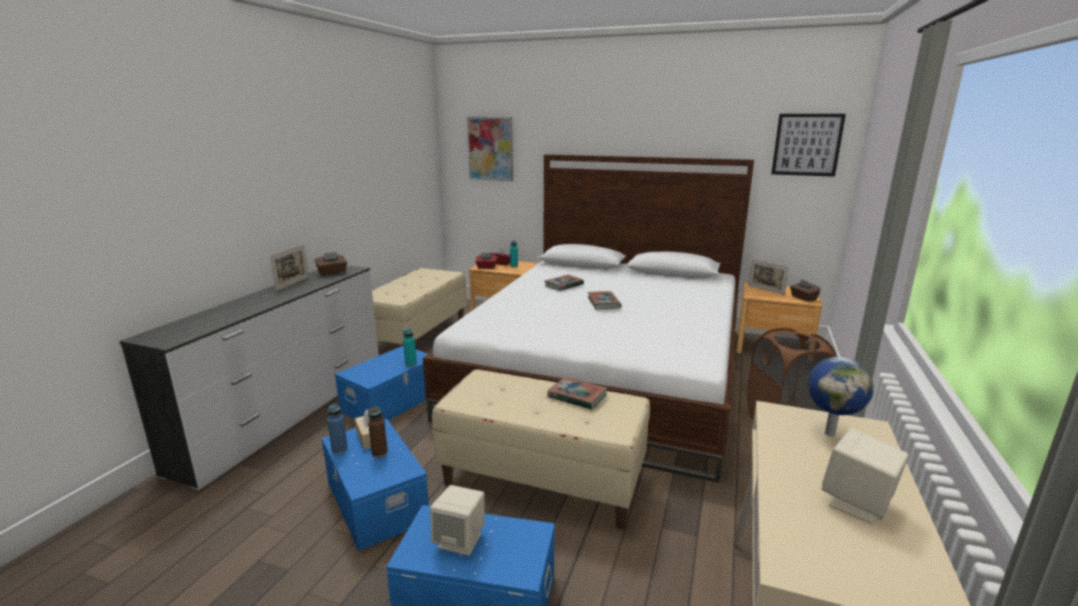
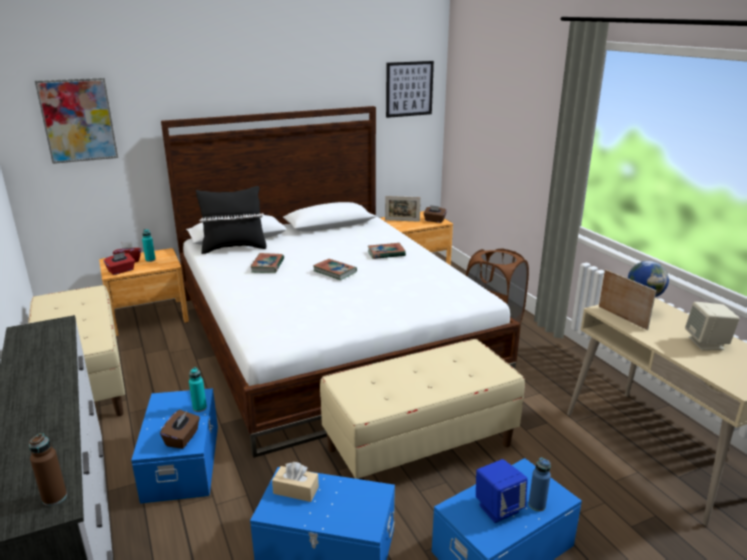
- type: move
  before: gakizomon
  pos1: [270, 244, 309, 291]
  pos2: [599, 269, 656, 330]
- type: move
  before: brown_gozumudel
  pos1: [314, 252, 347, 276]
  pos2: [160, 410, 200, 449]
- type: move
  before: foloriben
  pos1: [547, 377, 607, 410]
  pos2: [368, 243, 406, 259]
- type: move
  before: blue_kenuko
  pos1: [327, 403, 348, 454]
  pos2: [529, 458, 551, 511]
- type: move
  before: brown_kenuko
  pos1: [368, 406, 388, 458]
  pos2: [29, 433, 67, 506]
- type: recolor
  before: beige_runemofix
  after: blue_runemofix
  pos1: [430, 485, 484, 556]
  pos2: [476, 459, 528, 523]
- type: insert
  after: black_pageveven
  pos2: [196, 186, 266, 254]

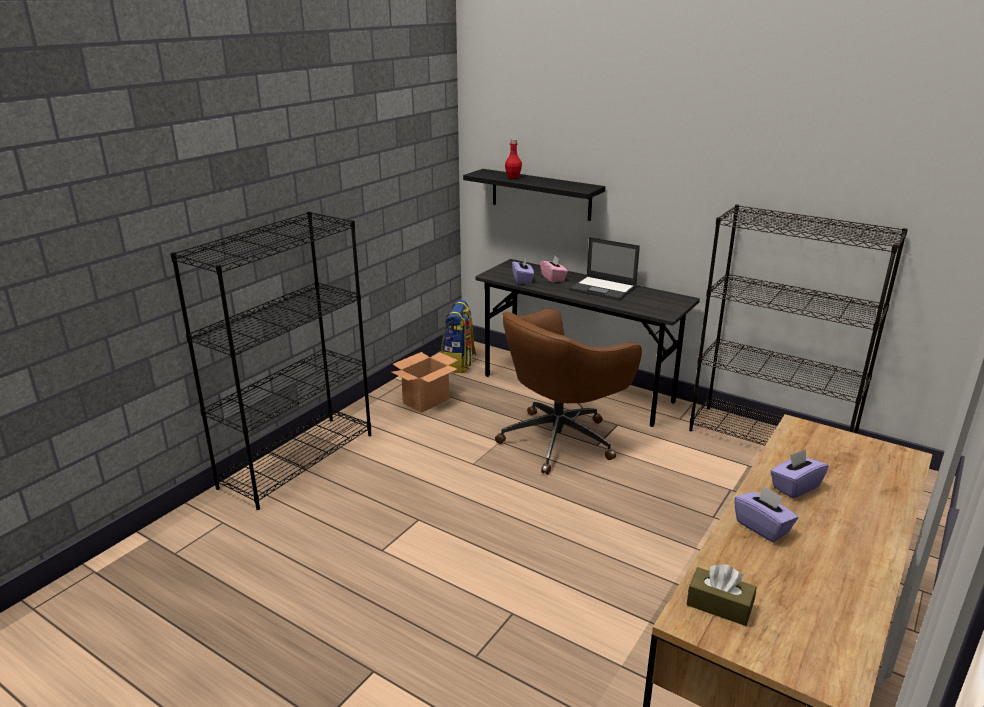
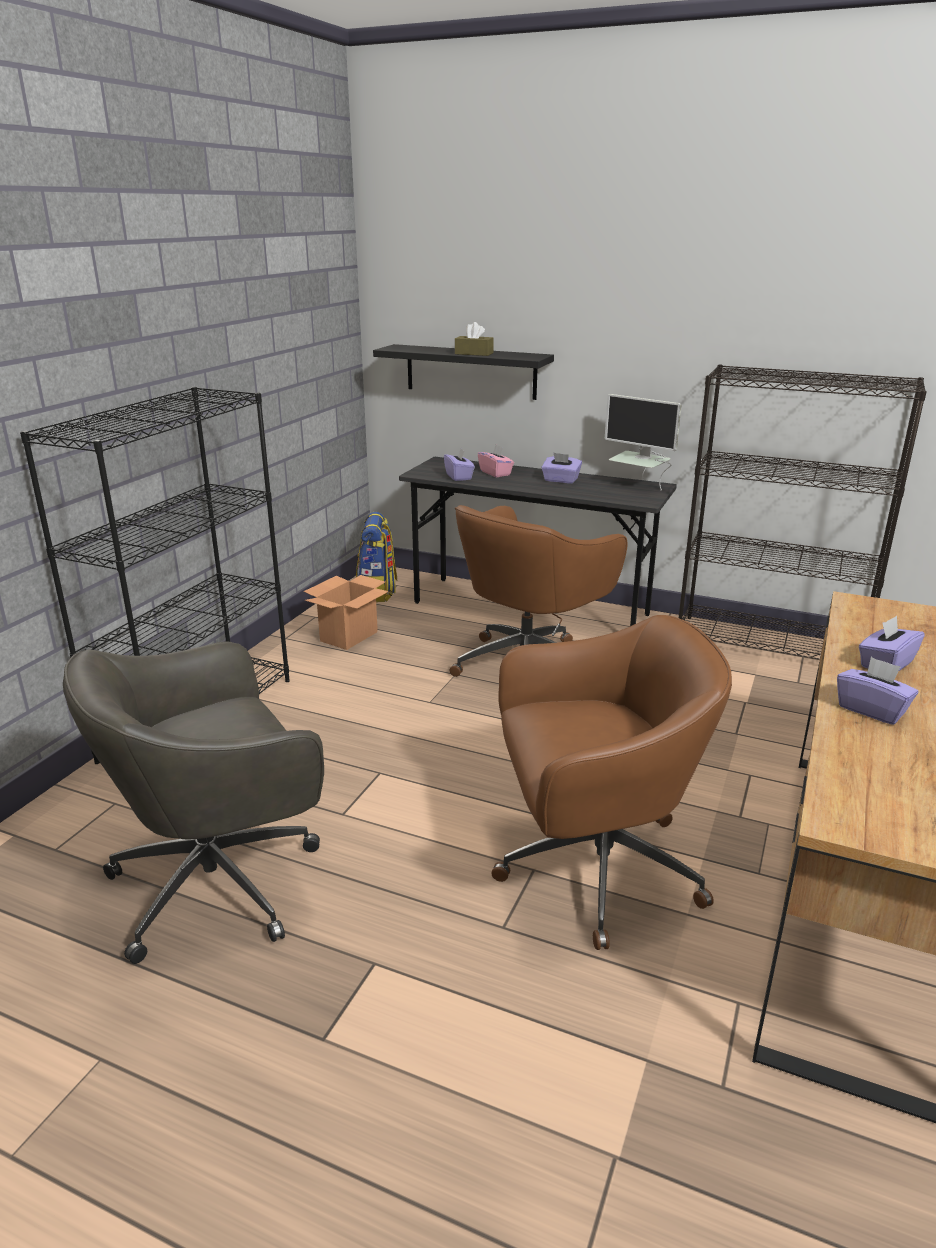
- type: delete
  before: red_kenuko
  pos1: [505, 139, 522, 179]
- type: replace
  before: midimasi
  after: purple_gozumudel
  pos1: [569, 237, 640, 301]
  pos2: [541, 453, 582, 484]
- type: move
  before: brown_gozumudel
  pos1: [686, 564, 757, 626]
  pos2: [455, 322, 494, 356]
- type: insert
  after: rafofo
  pos2: [605, 394, 681, 490]
- type: insert
  after: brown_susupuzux
  pos2: [491, 615, 732, 950]
- type: insert
  after: grey_susupuzux
  pos2: [63, 642, 324, 964]

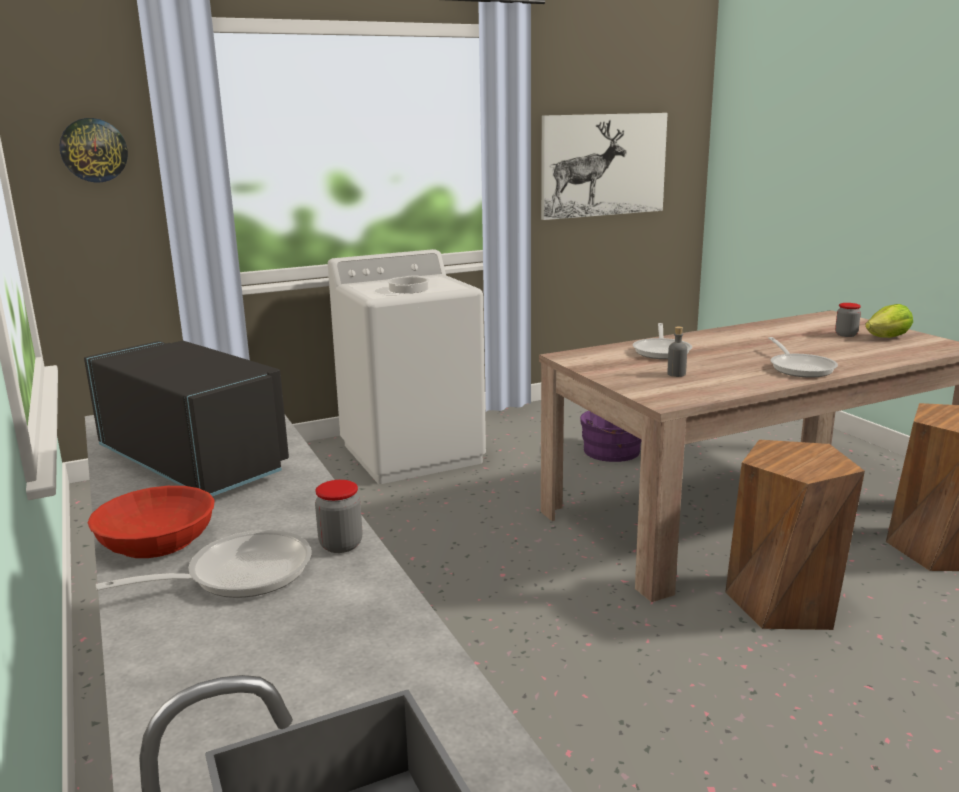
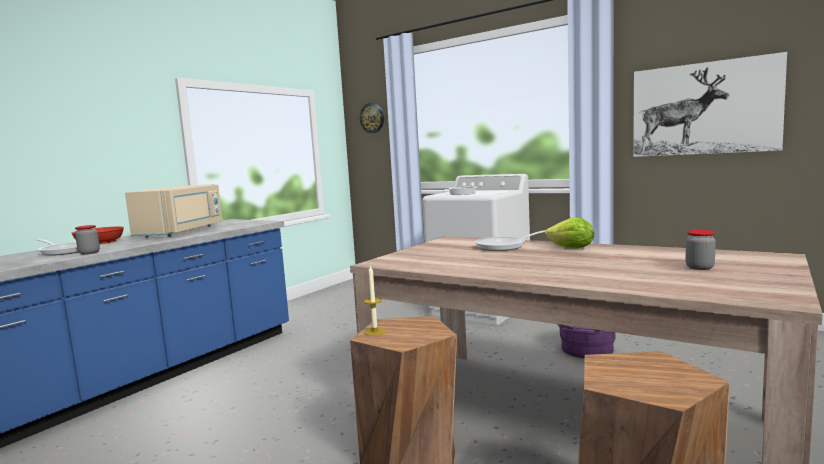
- type: move
  before: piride
  pos1: [865, 304, 913, 338]
  pos2: [545, 218, 594, 248]
- type: delete
  before: grey_kenuko
  pos1: [668, 326, 687, 377]
- type: delete
  before: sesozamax
  pos1: [768, 337, 838, 378]
- type: recolor
  before: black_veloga
  after: beige_veloga
  pos1: [84, 341, 289, 496]
  pos2: [125, 184, 222, 238]
- type: insert
  after: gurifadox
  pos2: [364, 266, 386, 336]

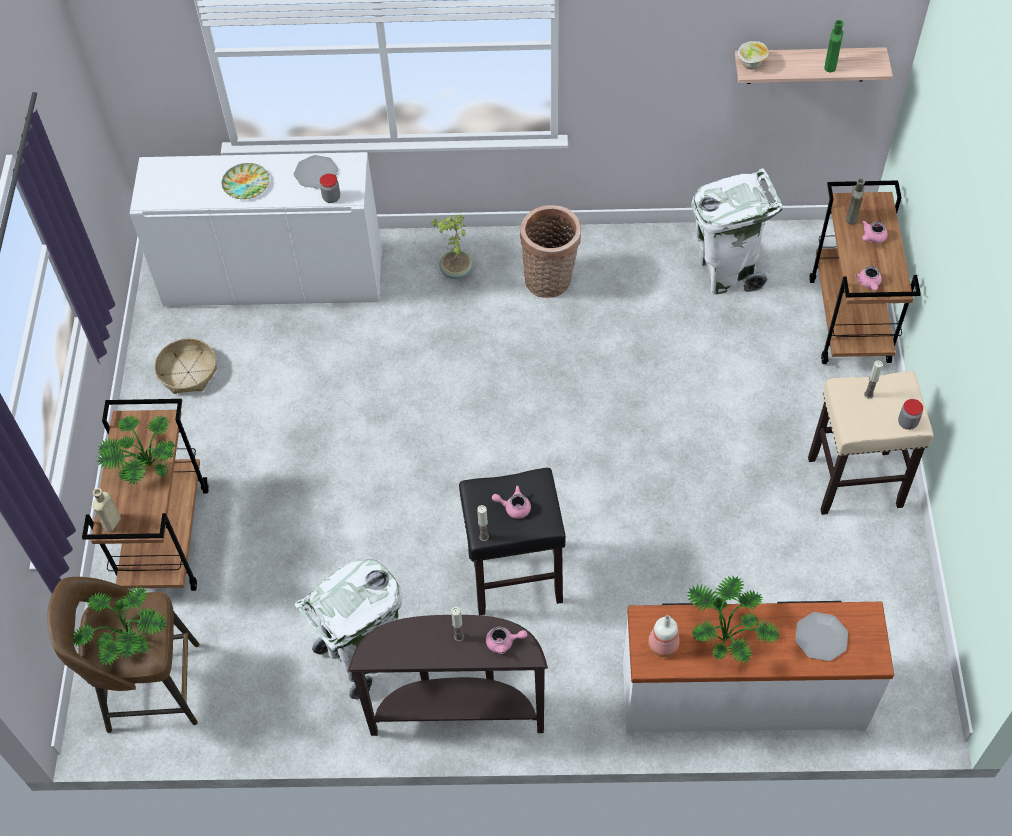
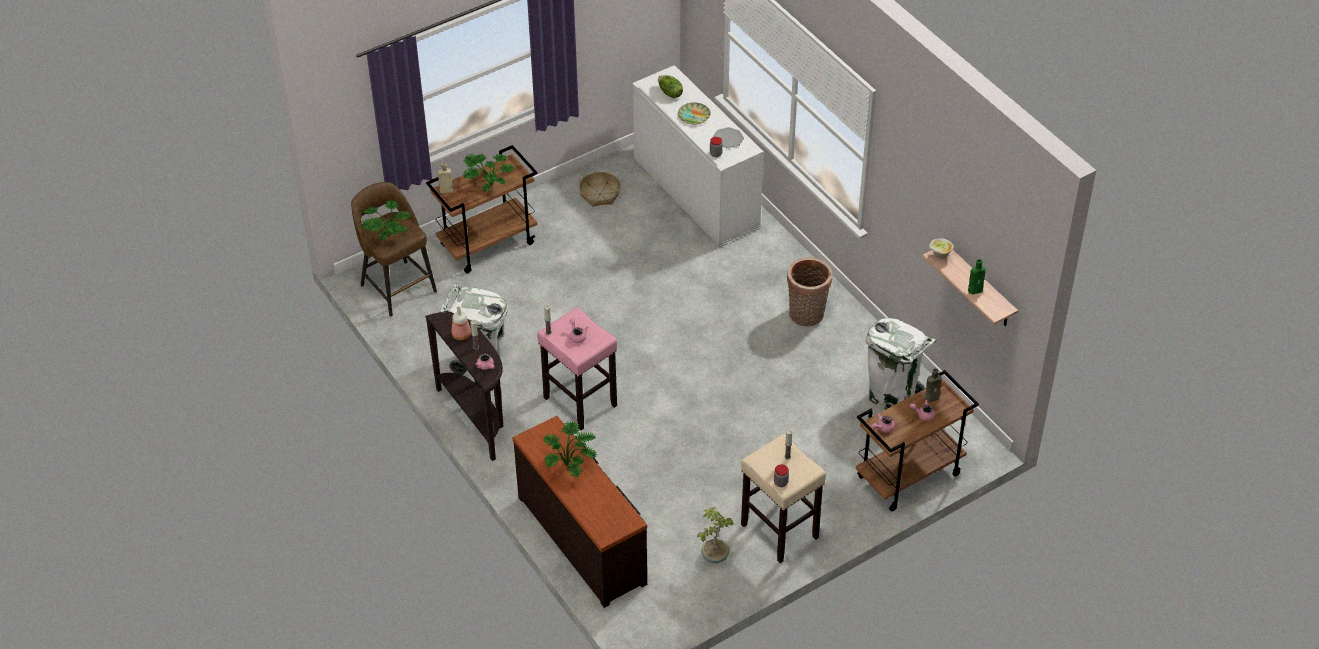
- type: move
  before: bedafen
  pos1: [431, 214, 473, 279]
  pos2: [697, 507, 734, 563]
- type: recolor
  before: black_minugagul
  after: pink_minugagul
  pos1: [459, 468, 566, 615]
  pos2: [537, 307, 617, 430]
- type: recolor
  before: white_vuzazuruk
  after: brown_vuzazuruk
  pos1: [623, 601, 894, 735]
  pos2: [513, 416, 647, 608]
- type: delete
  before: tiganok
  pos1: [795, 612, 848, 661]
- type: move
  before: kenuko
  pos1: [648, 615, 680, 657]
  pos2: [452, 306, 471, 340]
- type: insert
  after: piride
  pos2: [658, 75, 683, 98]

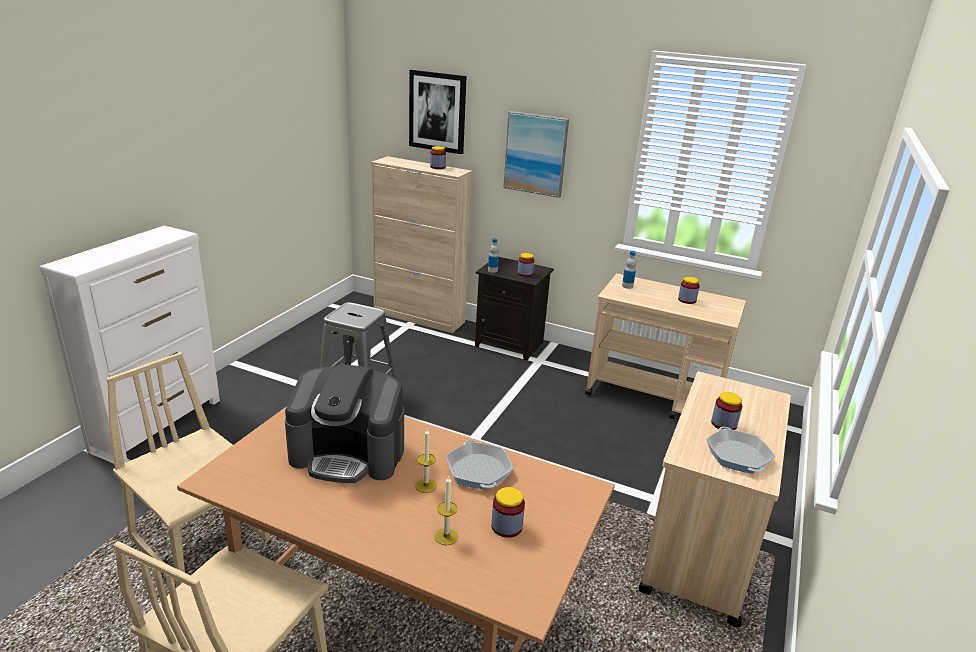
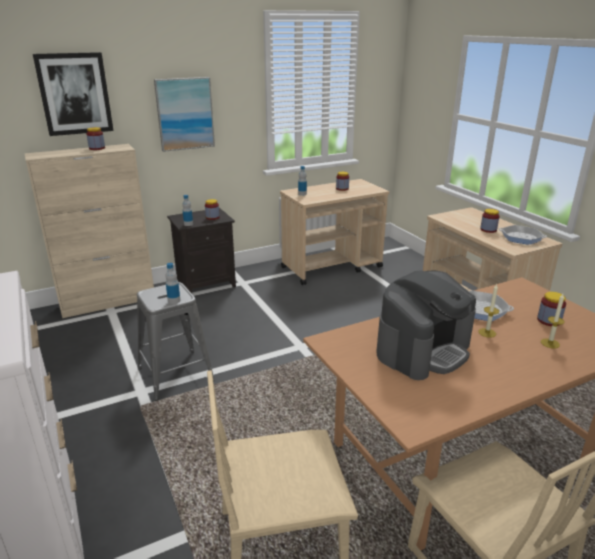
- type: insert
  after: kenuko
  pos2: [165, 263, 180, 304]

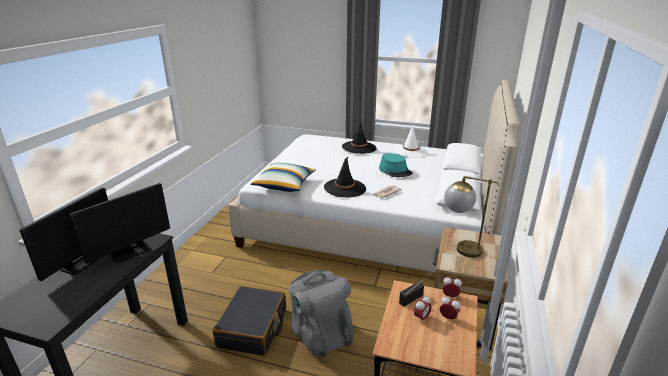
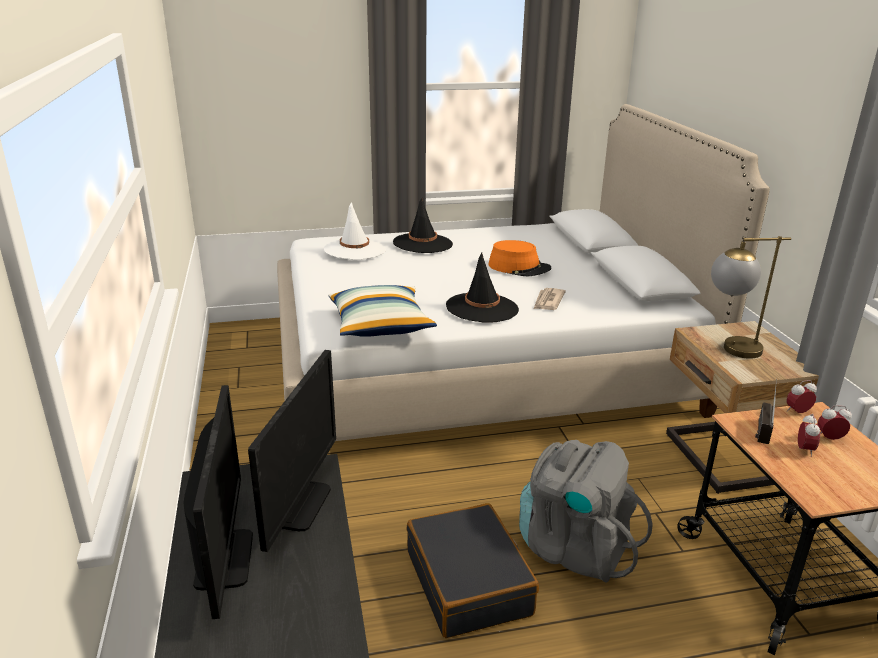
- type: move
  before: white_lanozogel
  pos1: [393, 125, 429, 158]
  pos2: [324, 202, 386, 260]
- type: recolor
  before: turquoise_lanozogel
  after: orange_lanozogel
  pos1: [379, 153, 413, 177]
  pos2: [488, 240, 552, 277]

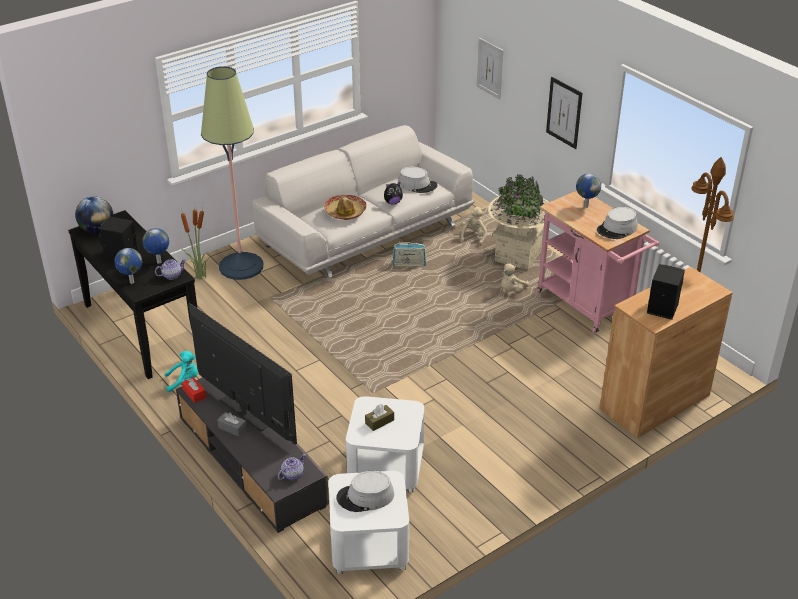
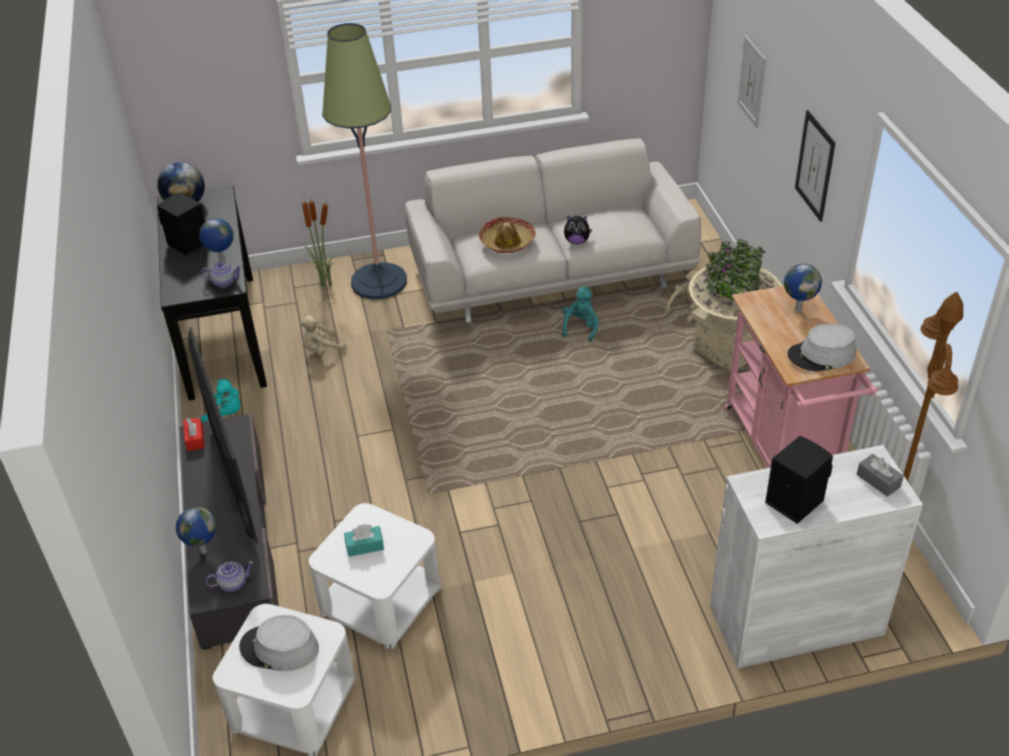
- type: delete
  before: grey_lanozogel
  pos1: [398, 167, 438, 193]
- type: replace
  before: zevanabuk
  after: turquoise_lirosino
  pos1: [393, 242, 426, 266]
  pos2: [562, 287, 599, 342]
- type: move
  before: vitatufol
  pos1: [115, 248, 142, 284]
  pos2: [176, 507, 216, 554]
- type: move
  before: beige_lirosino
  pos1: [501, 264, 529, 292]
  pos2: [299, 315, 347, 356]
- type: recolor
  before: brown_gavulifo
  after: white_gavulifo
  pos1: [600, 267, 733, 438]
  pos2: [710, 445, 923, 668]
- type: recolor
  before: brown_gozumudel
  after: turquoise_gozumudel
  pos1: [365, 404, 394, 431]
  pos2: [344, 524, 384, 557]
- type: move
  before: grey_gozumudel
  pos1: [217, 412, 247, 437]
  pos2: [857, 454, 904, 497]

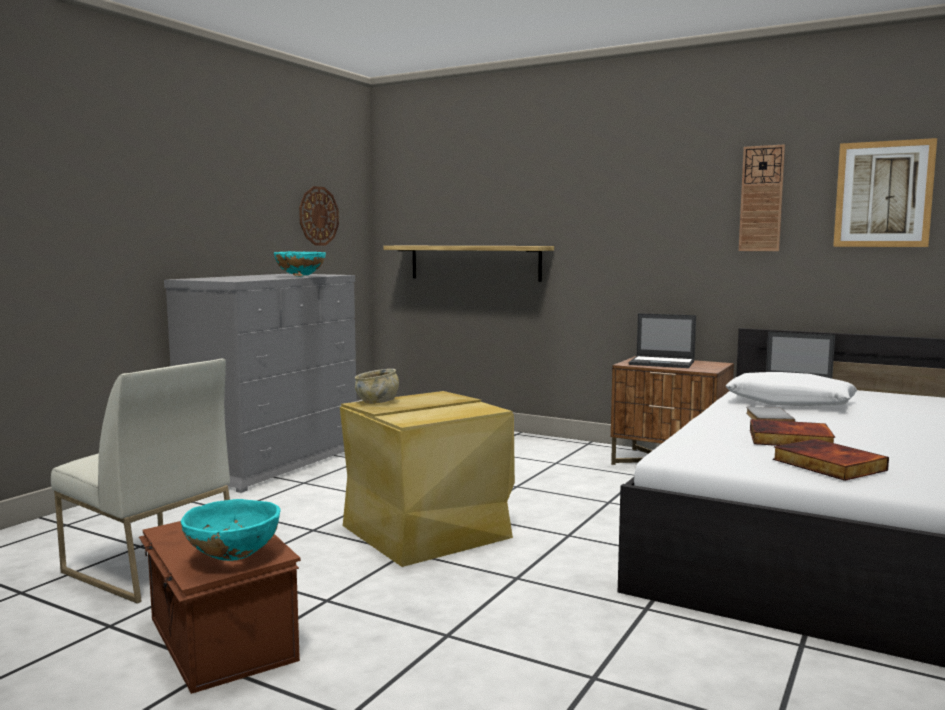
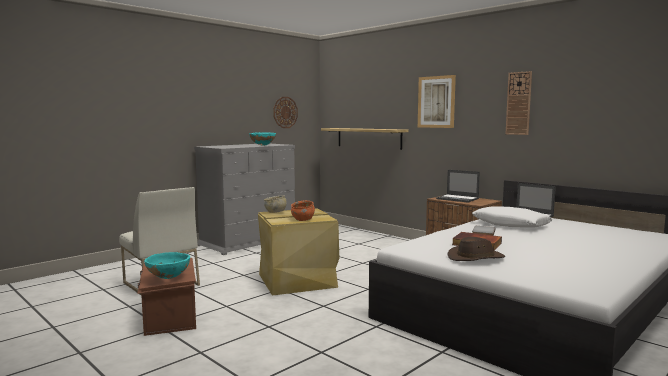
- type: move
  before: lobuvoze
  pos1: [833, 138, 937, 247]
  pos2: [418, 75, 456, 128]
- type: replace
  before: foloriben
  after: brown_lanozogel
  pos1: [773, 439, 889, 481]
  pos2: [447, 237, 505, 261]
- type: insert
  after: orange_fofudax
  pos2: [291, 201, 315, 221]

